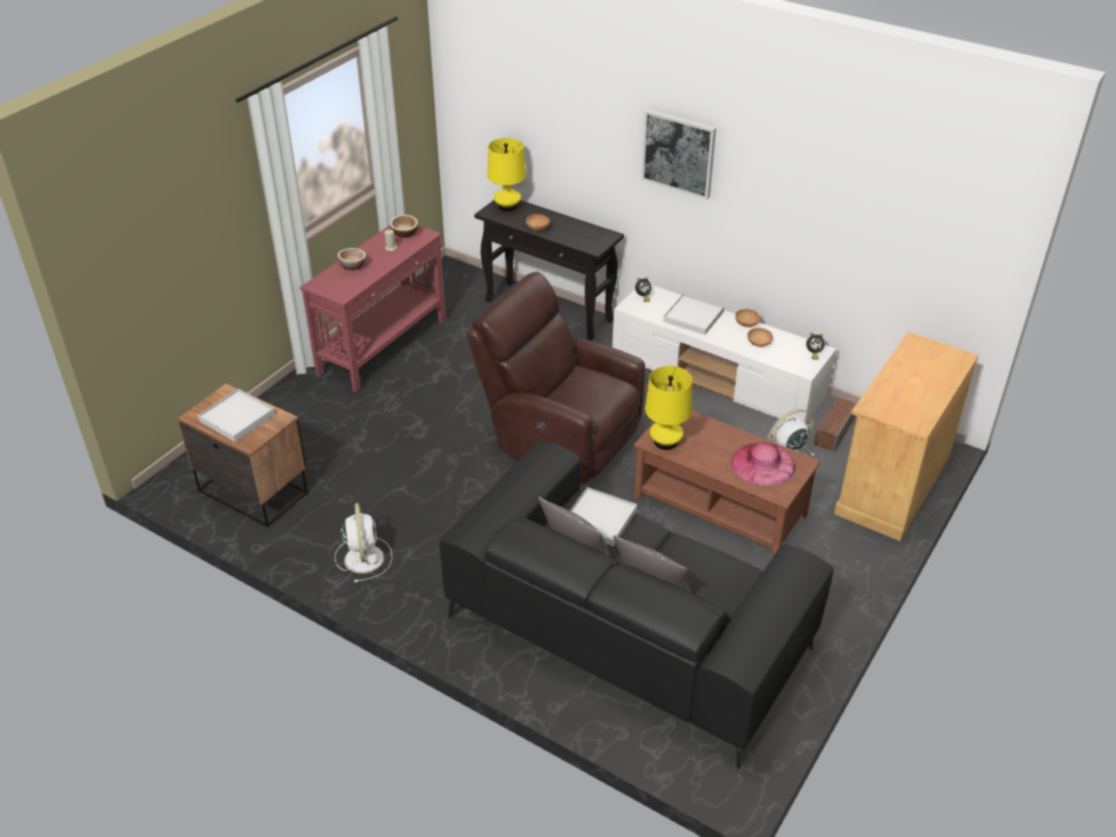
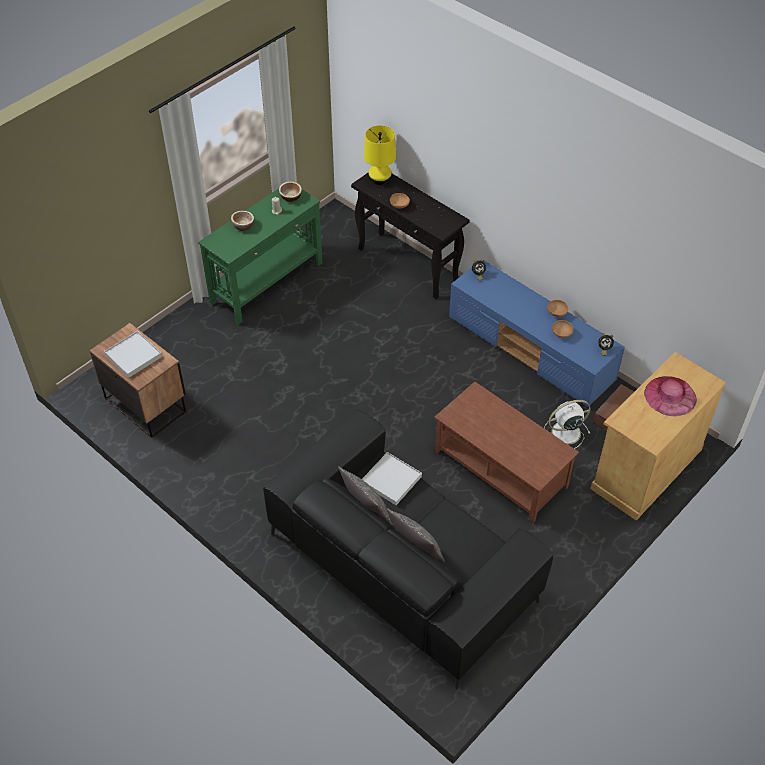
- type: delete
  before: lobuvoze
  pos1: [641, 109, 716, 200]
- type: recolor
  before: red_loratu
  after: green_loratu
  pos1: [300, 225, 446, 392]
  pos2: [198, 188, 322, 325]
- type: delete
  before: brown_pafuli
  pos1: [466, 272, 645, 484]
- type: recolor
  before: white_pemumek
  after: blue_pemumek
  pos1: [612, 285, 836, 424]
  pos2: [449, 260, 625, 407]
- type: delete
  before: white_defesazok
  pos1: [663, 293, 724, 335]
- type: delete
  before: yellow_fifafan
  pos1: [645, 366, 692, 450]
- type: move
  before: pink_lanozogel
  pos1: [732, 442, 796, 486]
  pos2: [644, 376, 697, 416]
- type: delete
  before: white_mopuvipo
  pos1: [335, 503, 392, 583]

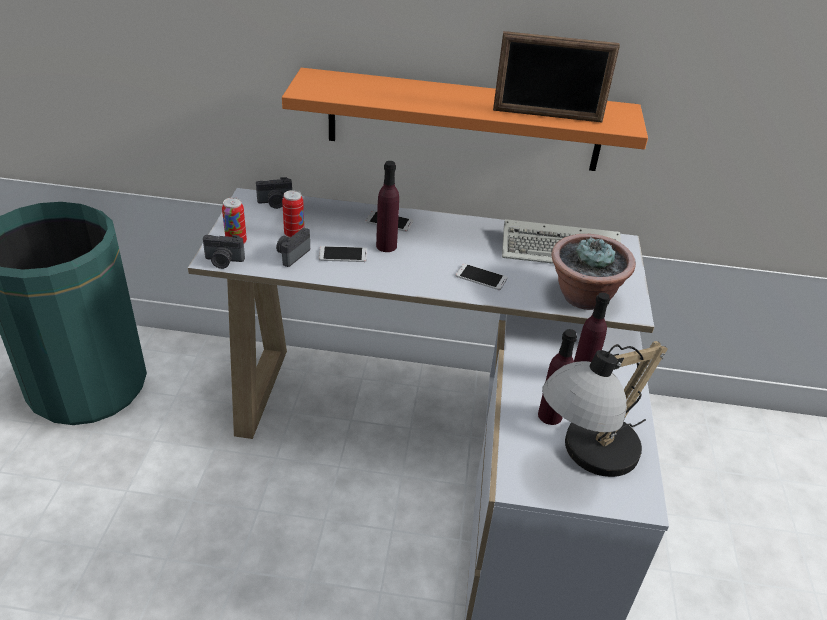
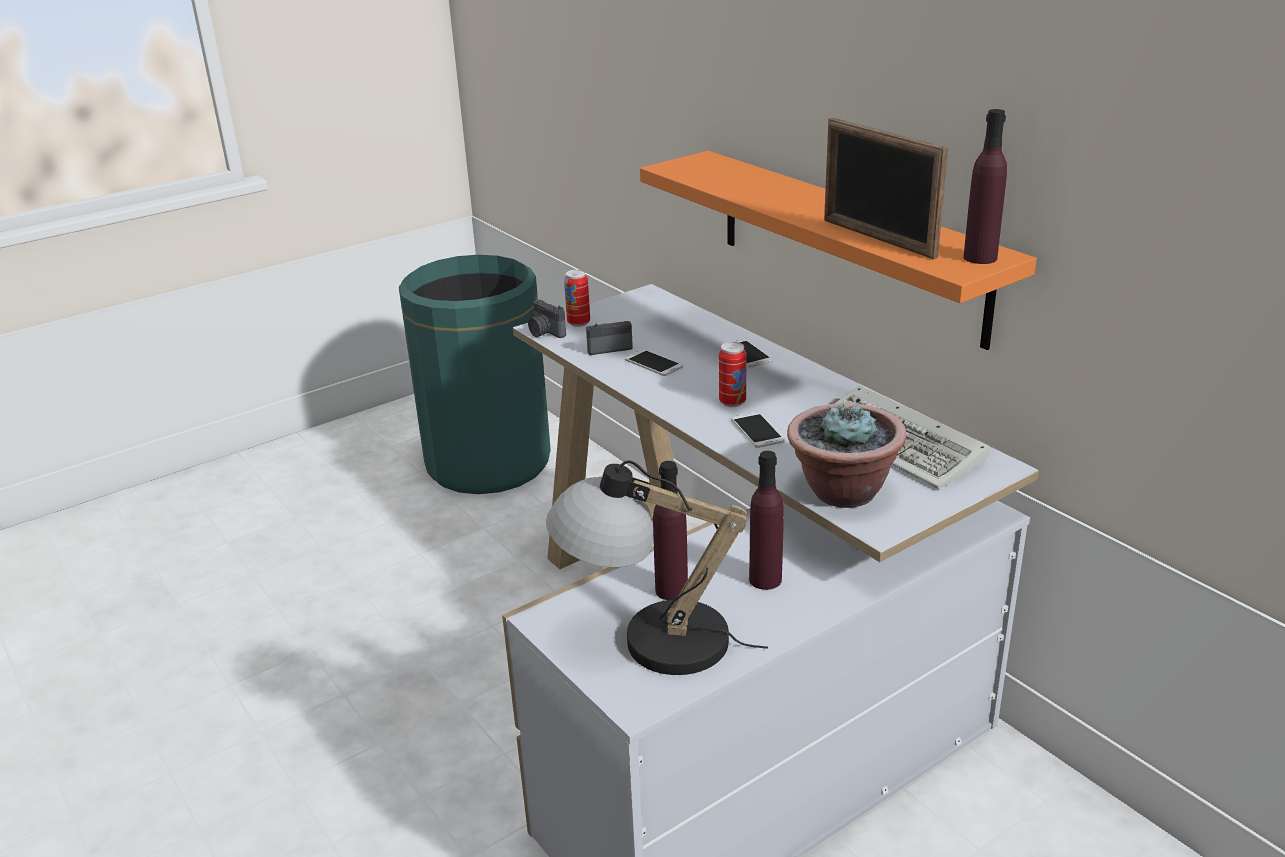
- type: move
  before: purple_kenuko
  pos1: [376, 161, 399, 252]
  pos2: [964, 109, 1007, 264]
- type: delete
  before: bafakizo
  pos1: [256, 177, 292, 209]
- type: move
  before: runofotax
  pos1: [282, 190, 304, 238]
  pos2: [719, 342, 747, 407]

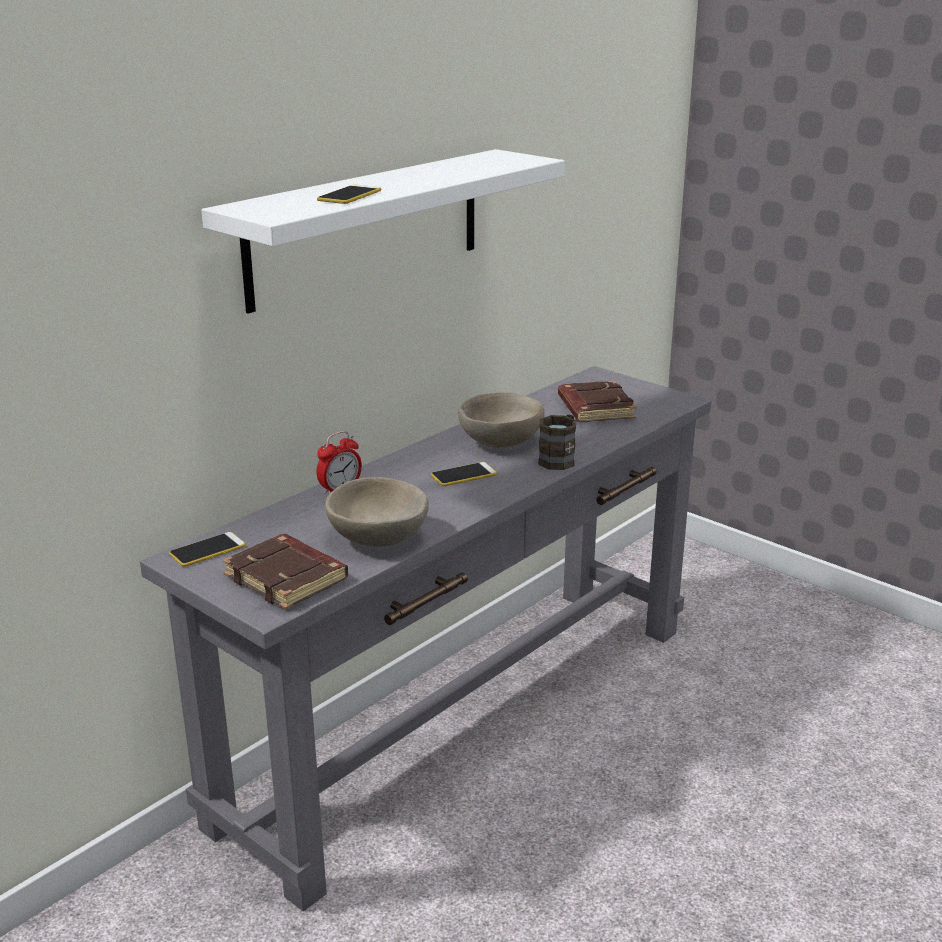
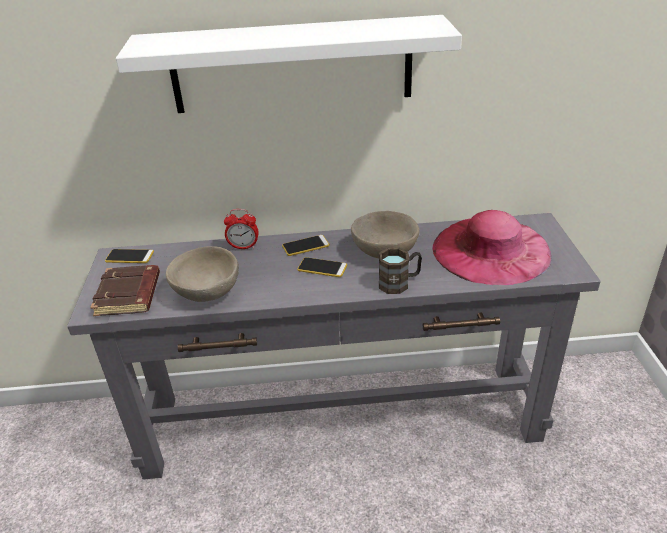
- type: move
  before: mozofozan
  pos1: [317, 185, 381, 204]
  pos2: [282, 235, 330, 256]
- type: replace
  before: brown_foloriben
  after: pink_lanozogel
  pos1: [558, 381, 637, 422]
  pos2: [432, 210, 551, 285]

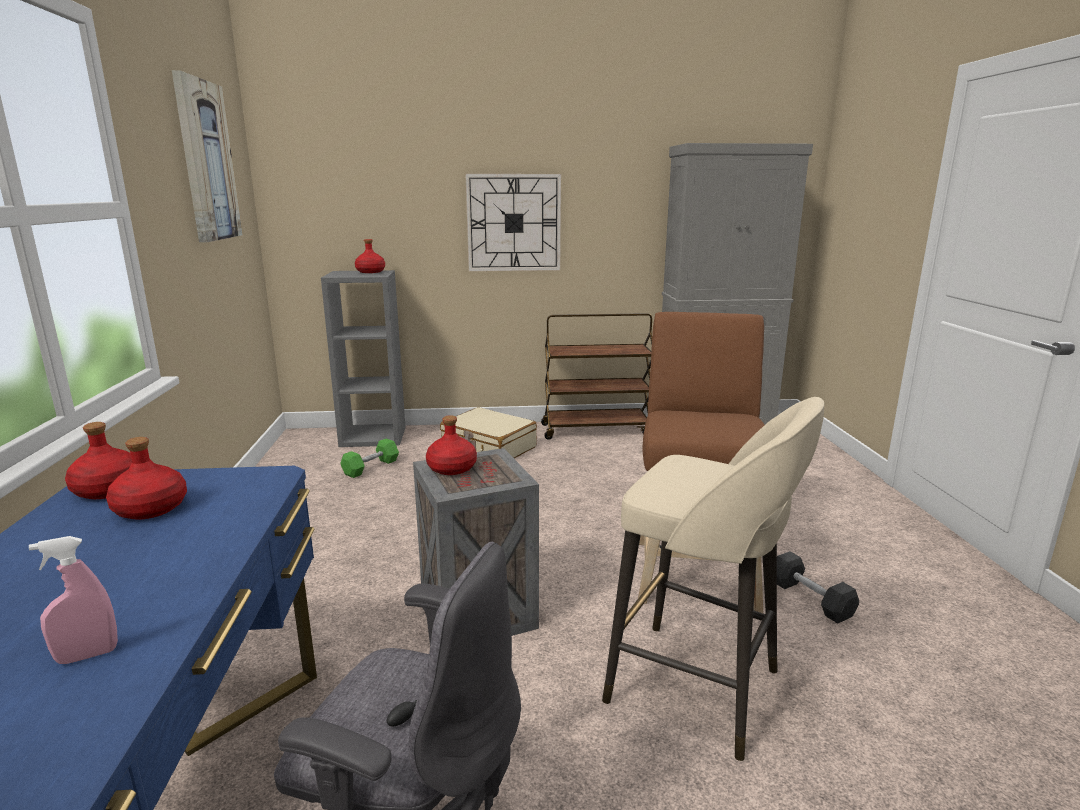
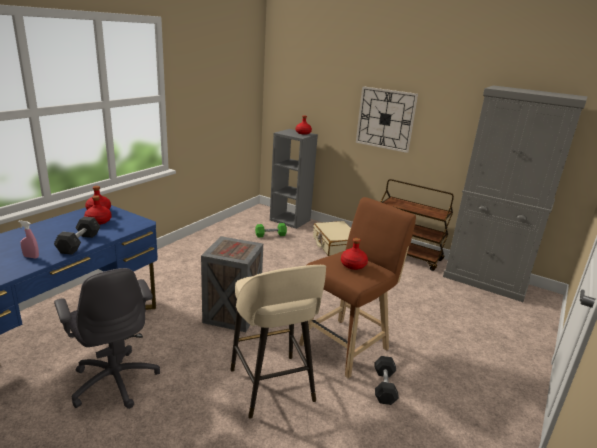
- type: delete
  before: lobuvoze
  pos1: [172, 70, 243, 242]
- type: move
  before: red_kenuko
  pos1: [426, 415, 477, 475]
  pos2: [341, 238, 368, 270]
- type: insert
  after: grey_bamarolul
  pos2: [54, 217, 101, 255]

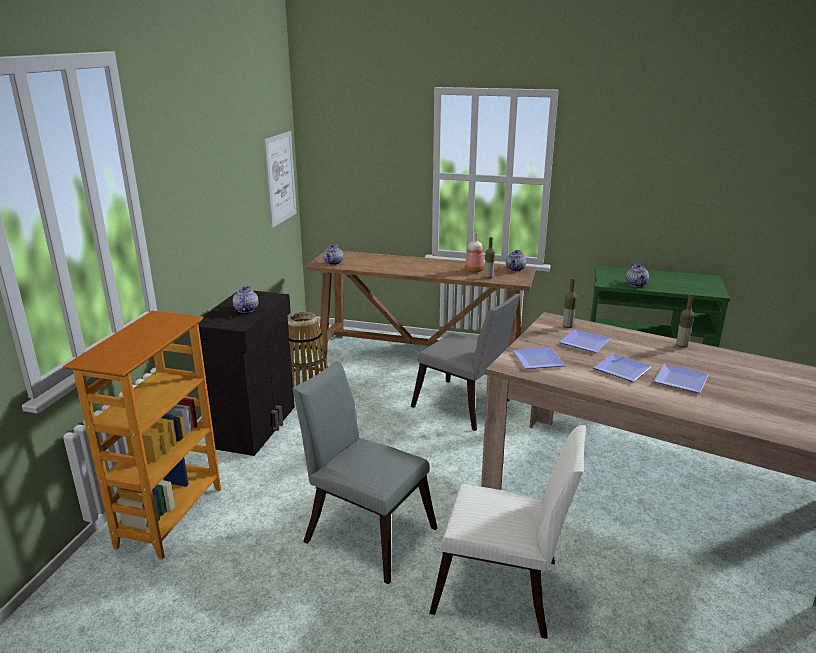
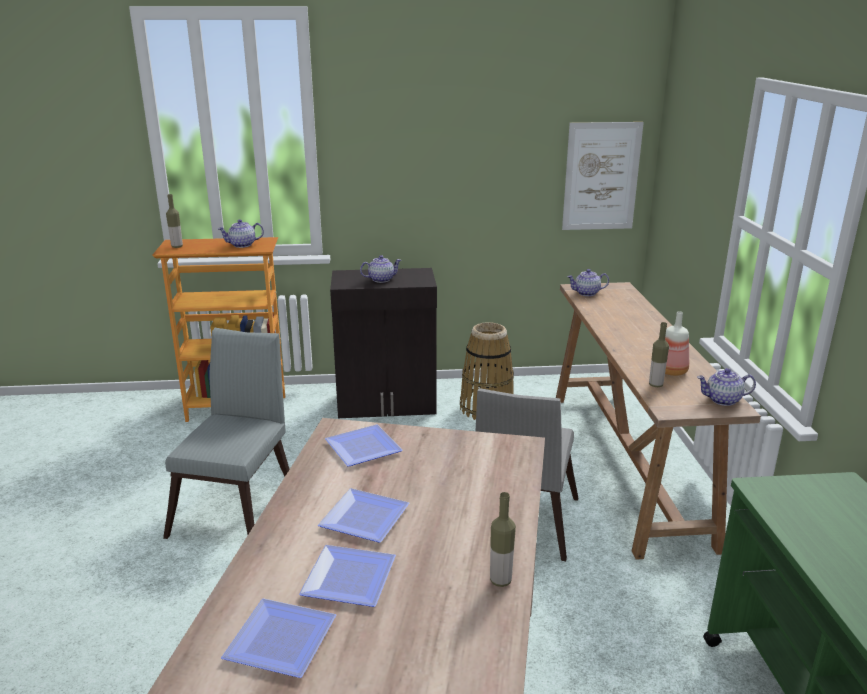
- type: move
  before: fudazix
  pos1: [626, 264, 649, 287]
  pos2: [218, 219, 264, 248]
- type: move
  before: kenuko
  pos1: [563, 279, 577, 328]
  pos2: [166, 194, 183, 248]
- type: move
  before: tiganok
  pos1: [559, 329, 611, 353]
  pos2: [221, 598, 336, 678]
- type: delete
  before: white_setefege
  pos1: [429, 425, 586, 639]

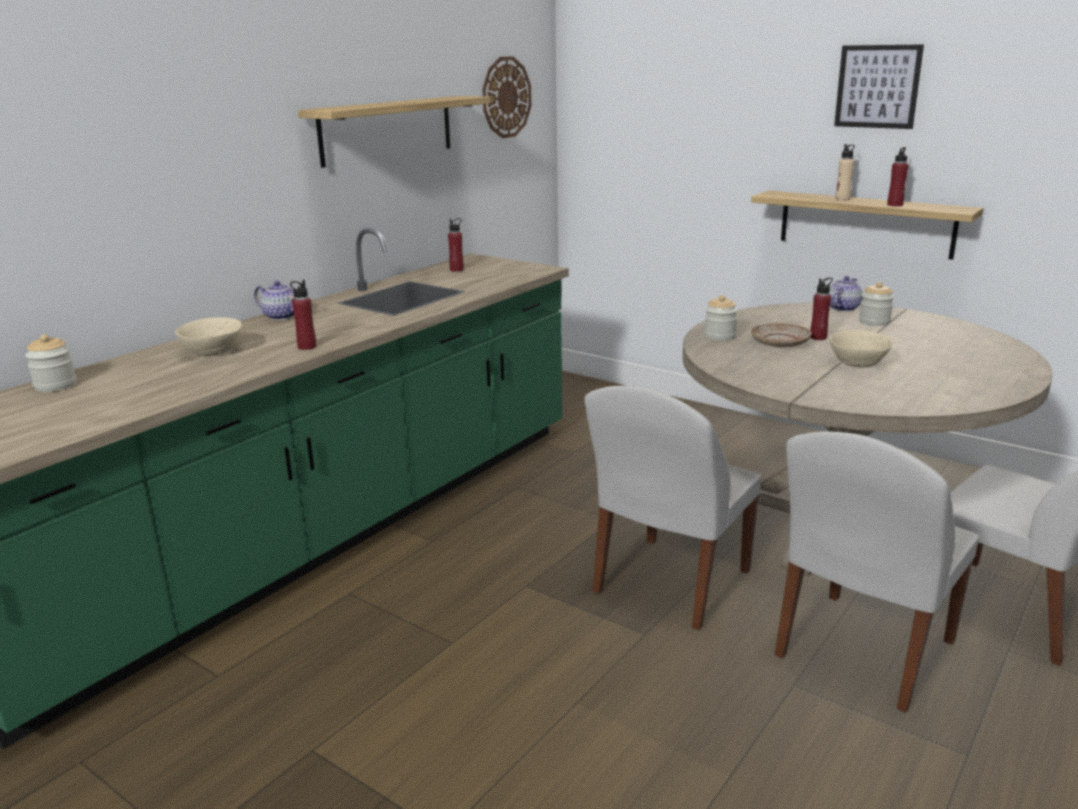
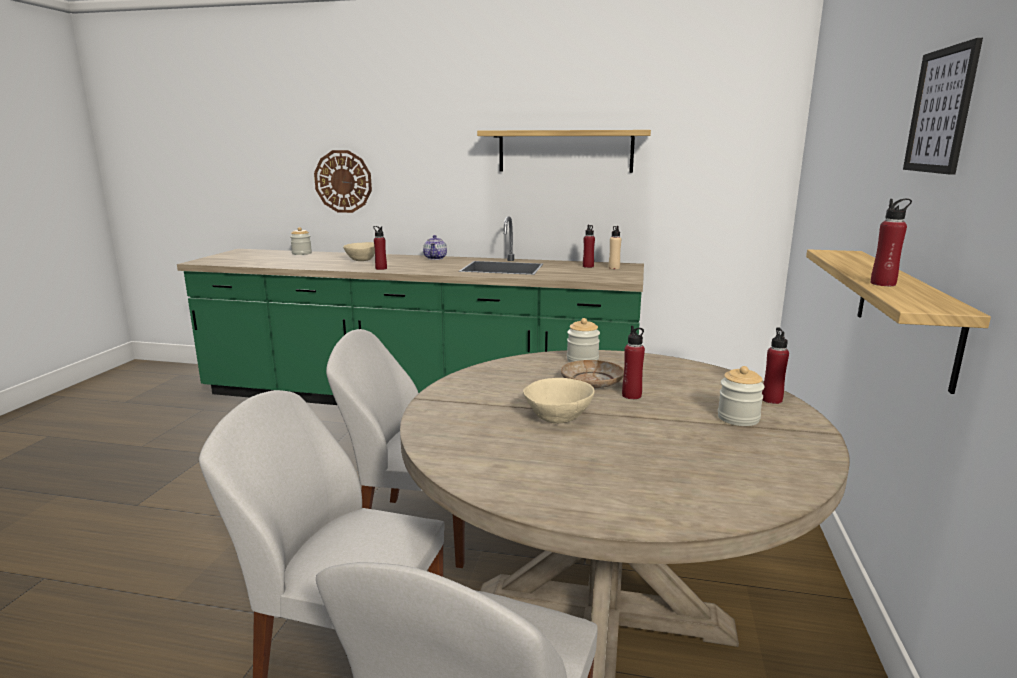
- type: move
  before: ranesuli
  pos1: [482, 56, 531, 138]
  pos2: [314, 150, 372, 213]
- type: move
  before: beige_kenuko
  pos1: [835, 144, 855, 201]
  pos2: [609, 226, 621, 269]
- type: replace
  before: fudazix
  after: red_kenuko
  pos1: [829, 276, 863, 312]
  pos2: [762, 328, 789, 404]

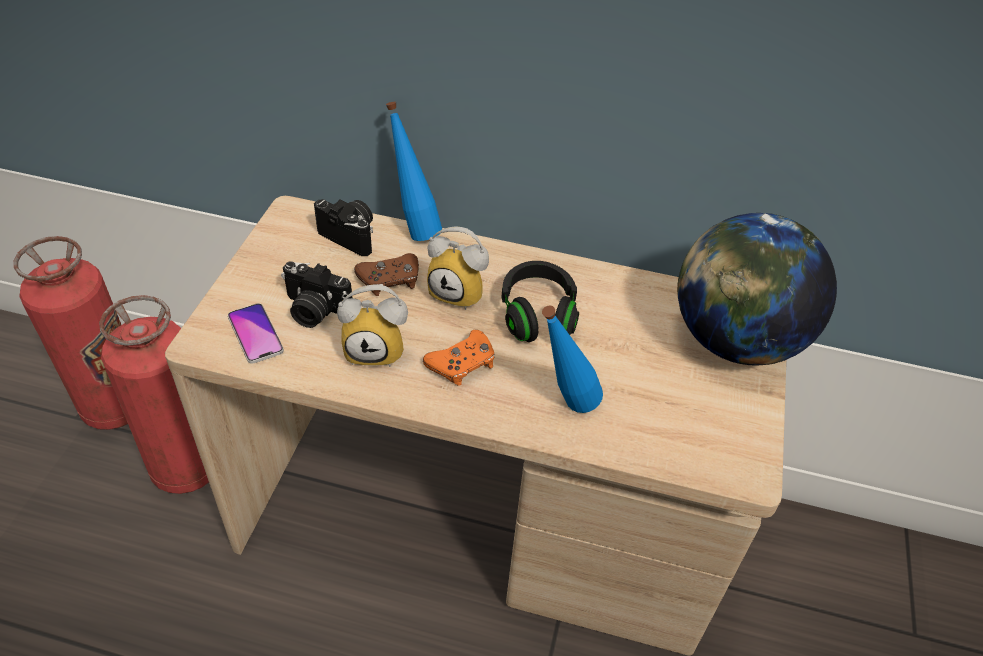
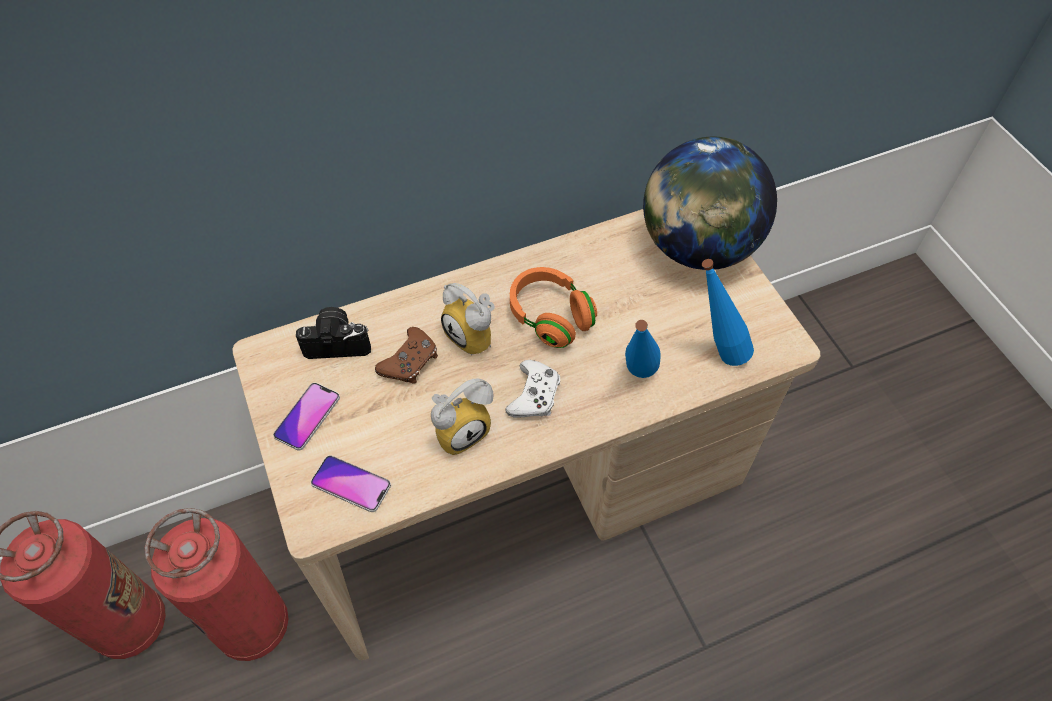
- type: move
  before: blue_kenuko
  pos1: [386, 102, 442, 241]
  pos2: [702, 259, 754, 366]
- type: rotate
  before: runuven
  pos1: [427, 226, 489, 310]
  pos2: [441, 283, 495, 356]
  turn: 60
- type: delete
  before: bafakizo
  pos1: [281, 261, 352, 328]
- type: recolor
  before: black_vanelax
  after: orange_vanelax
  pos1: [501, 261, 579, 342]
  pos2: [510, 267, 597, 348]
- type: recolor
  before: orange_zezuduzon
  after: white_zezuduzon
  pos1: [423, 330, 495, 386]
  pos2: [506, 360, 560, 418]
- type: insert
  after: mozofozan
  pos2: [273, 383, 340, 451]

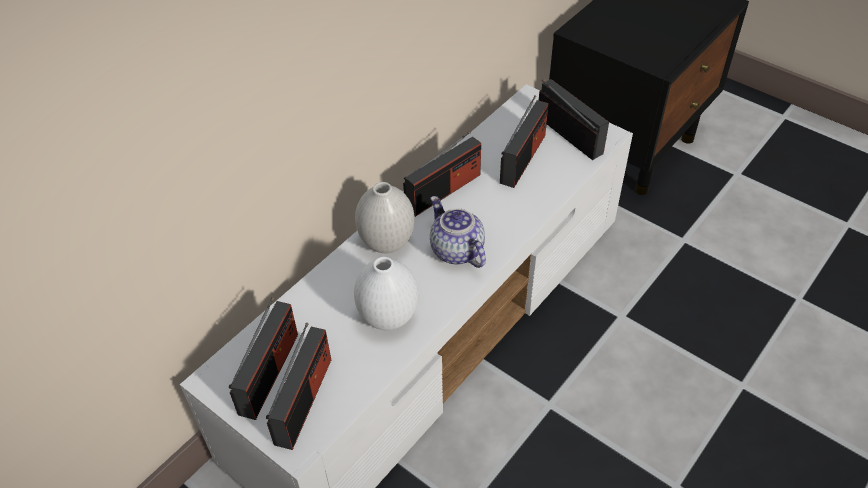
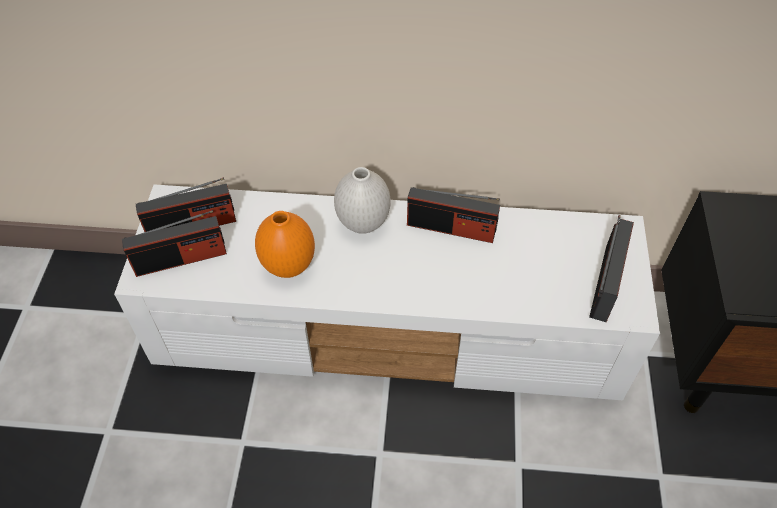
- type: delete
  before: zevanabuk
  pos1: [500, 95, 549, 188]
- type: delete
  before: fudazix
  pos1: [430, 196, 486, 268]
- type: recolor
  before: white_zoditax
  after: orange_zoditax
  pos1: [354, 257, 418, 331]
  pos2: [255, 211, 315, 278]

